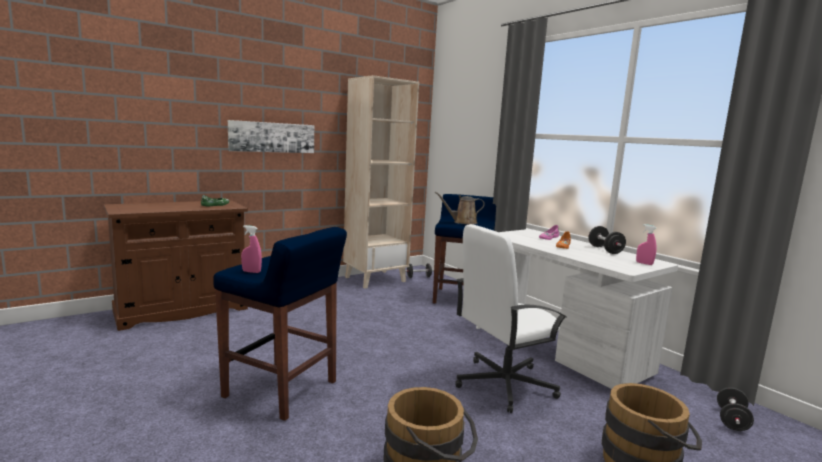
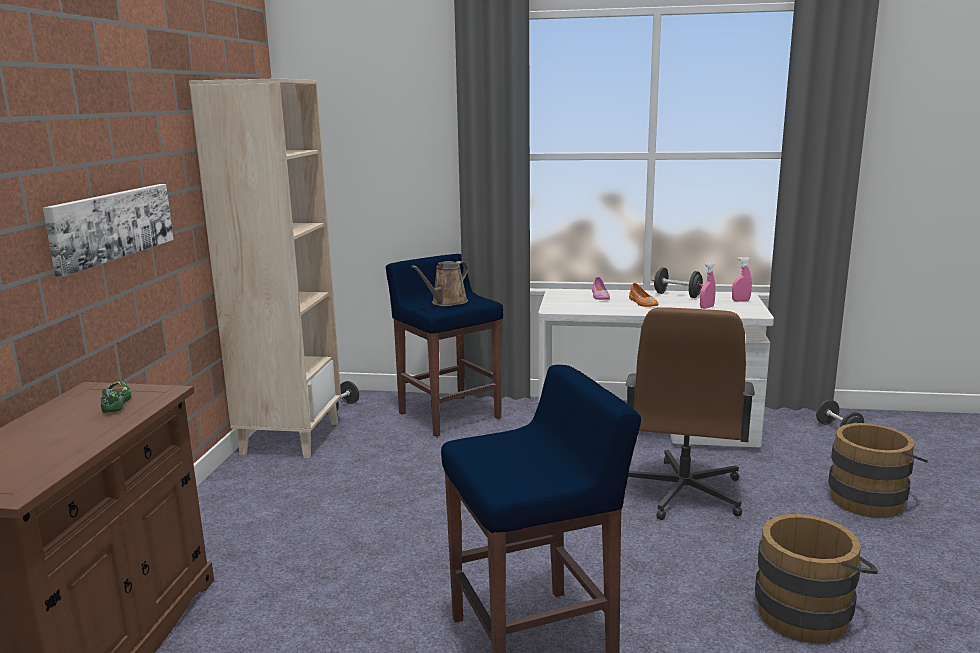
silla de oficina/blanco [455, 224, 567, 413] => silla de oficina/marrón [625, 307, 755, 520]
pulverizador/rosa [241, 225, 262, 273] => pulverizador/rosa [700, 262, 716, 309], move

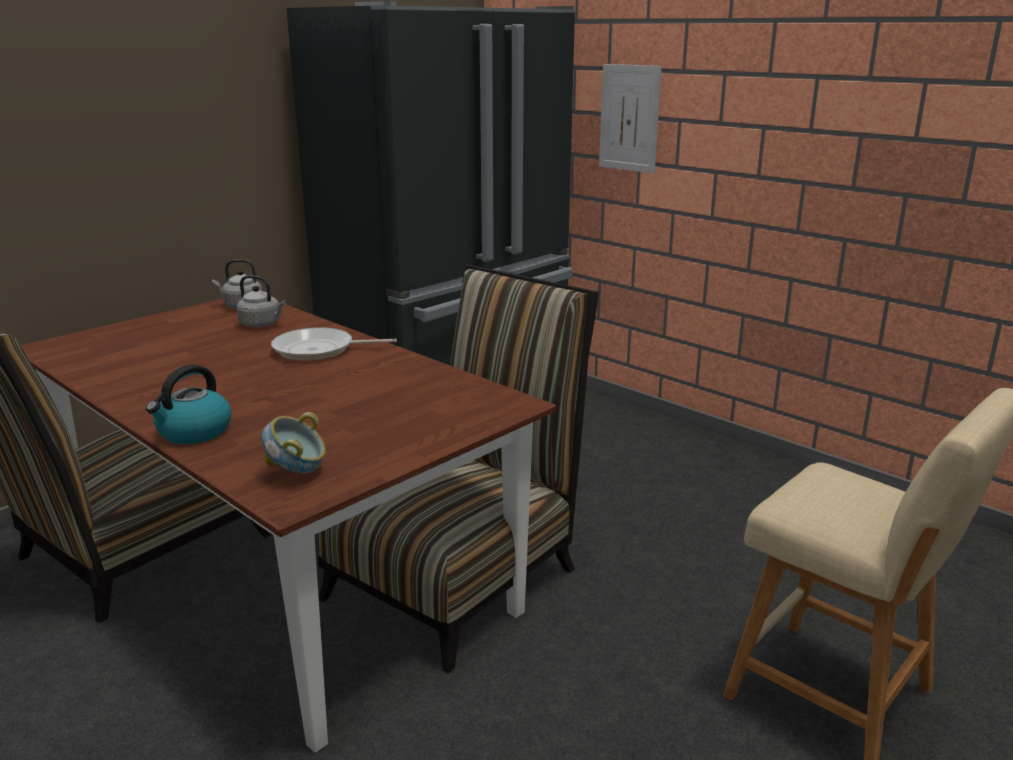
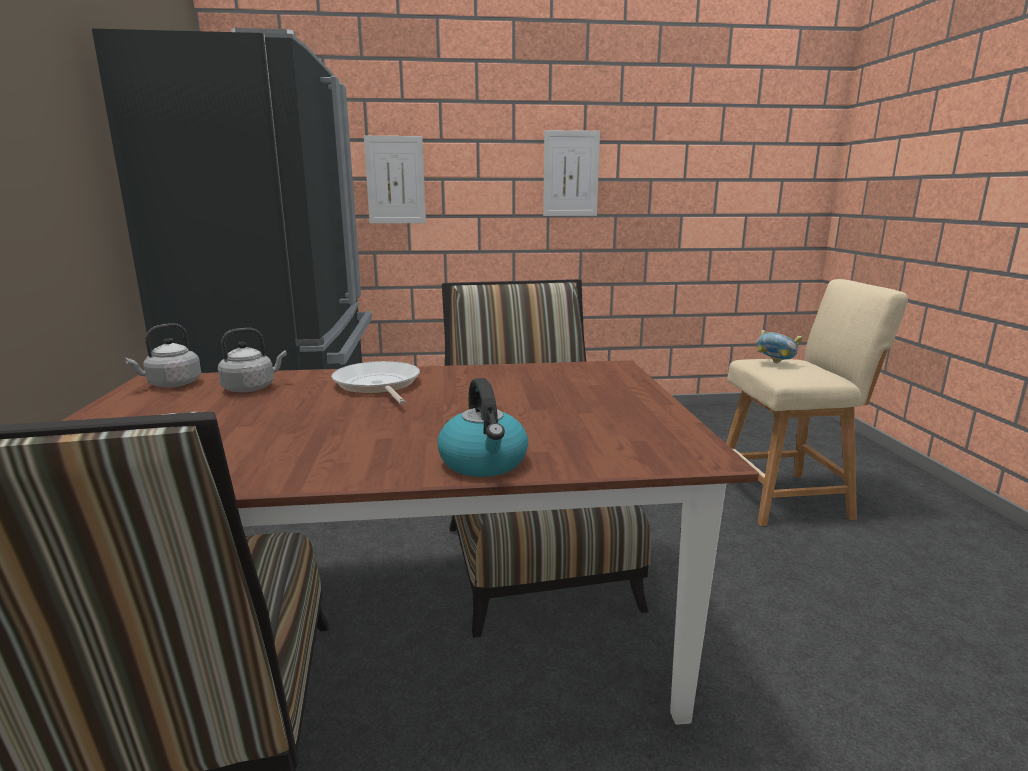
sartén [271, 327, 397, 361] => sartén [331, 361, 420, 404], 120 degrees clockwise
nothing => cuadro [543, 130, 600, 216]
cuenco [261, 412, 326, 474] => cuenco [756, 330, 802, 363], move

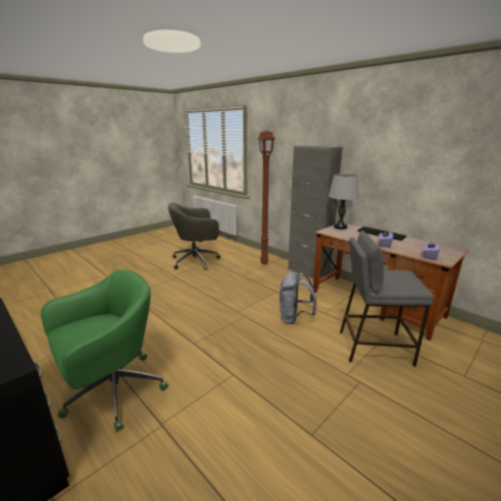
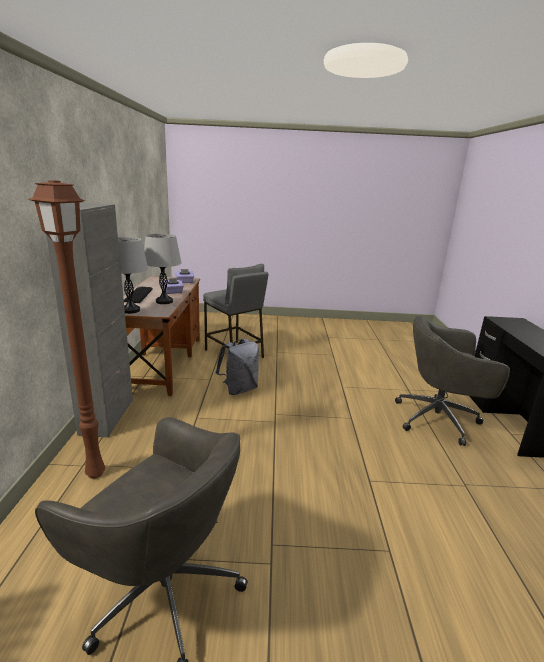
nothing => lámpara de mesa/gris [144, 234, 182, 304]
silla de oficina/verde [41, 270, 168, 431] => silla de oficina/gris [395, 316, 510, 446]

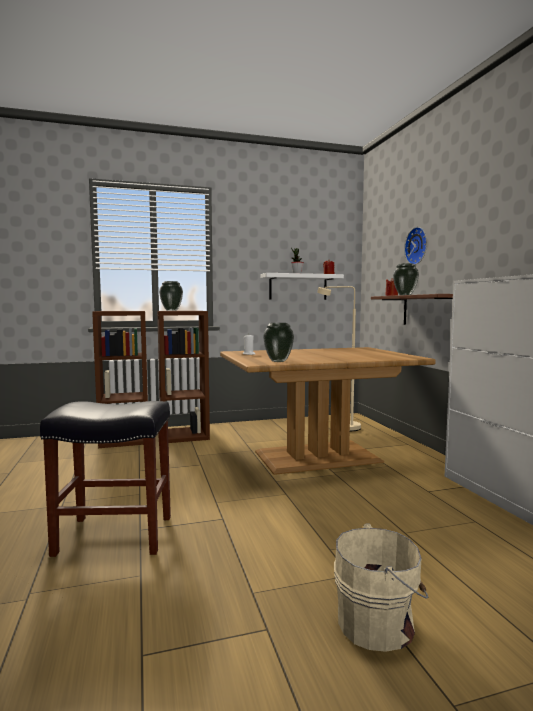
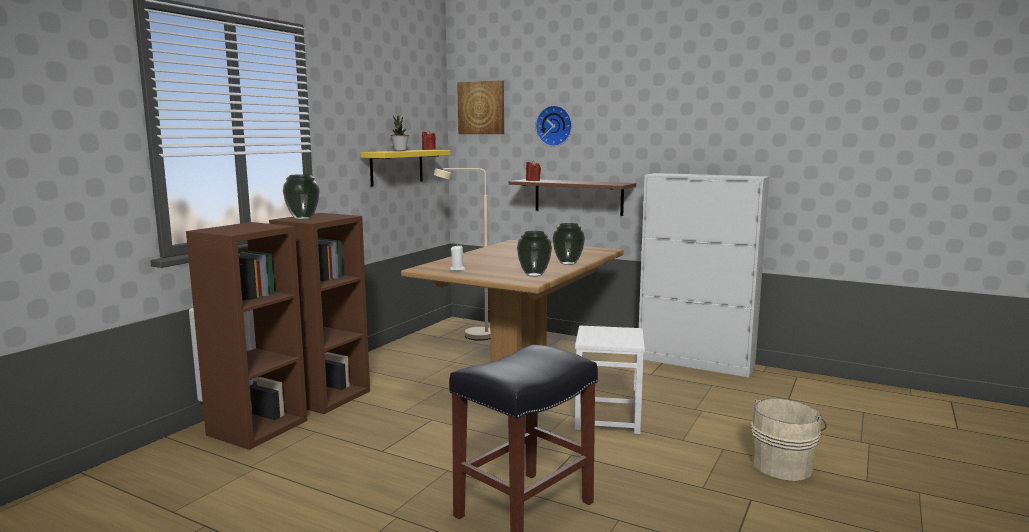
estante/blanco [260, 273, 344, 300] => estante/amarillo [361, 150, 450, 187]
nothing => cuadro [457, 80, 504, 134]
florero [393, 263, 419, 295] => florero [553, 223, 585, 265], move
nothing => taburete/blanco [575, 326, 645, 434]

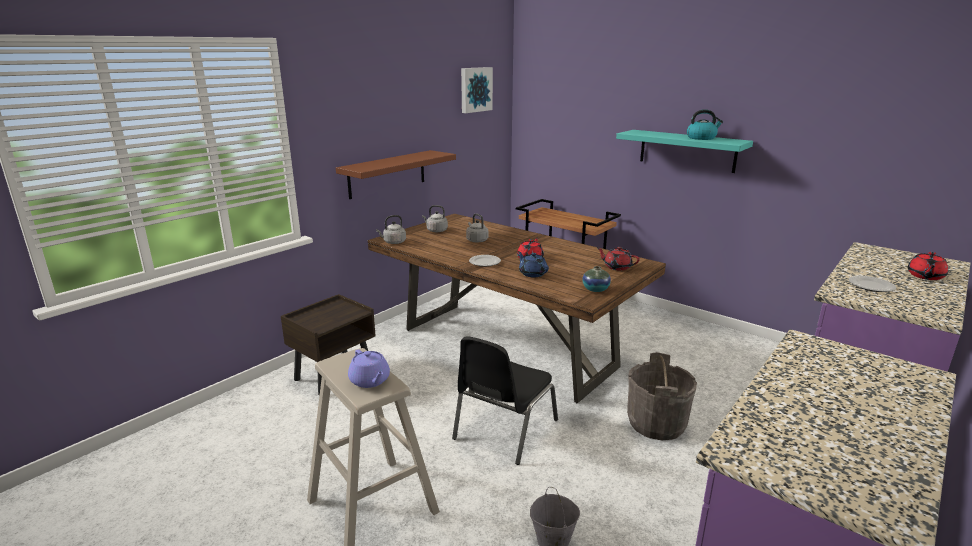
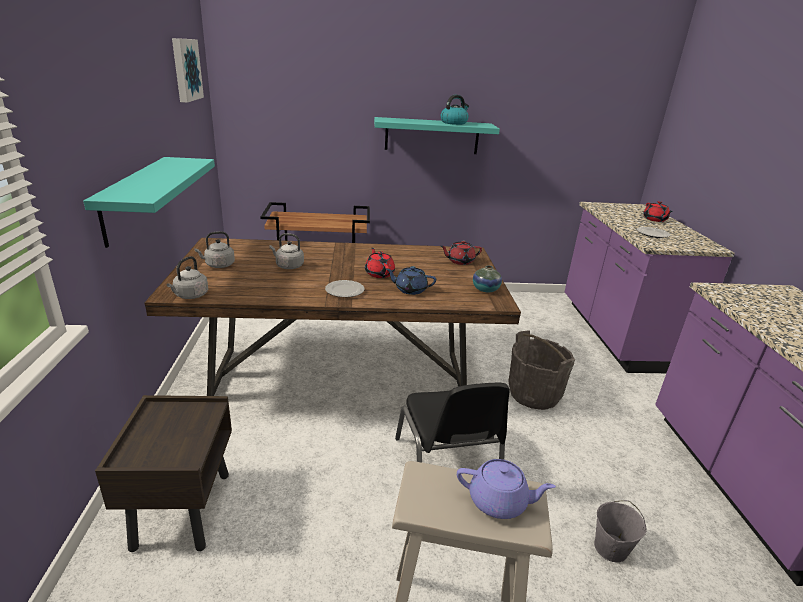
estante/marrón [336, 150, 456, 199] => estante/turquesa [83, 157, 215, 248]

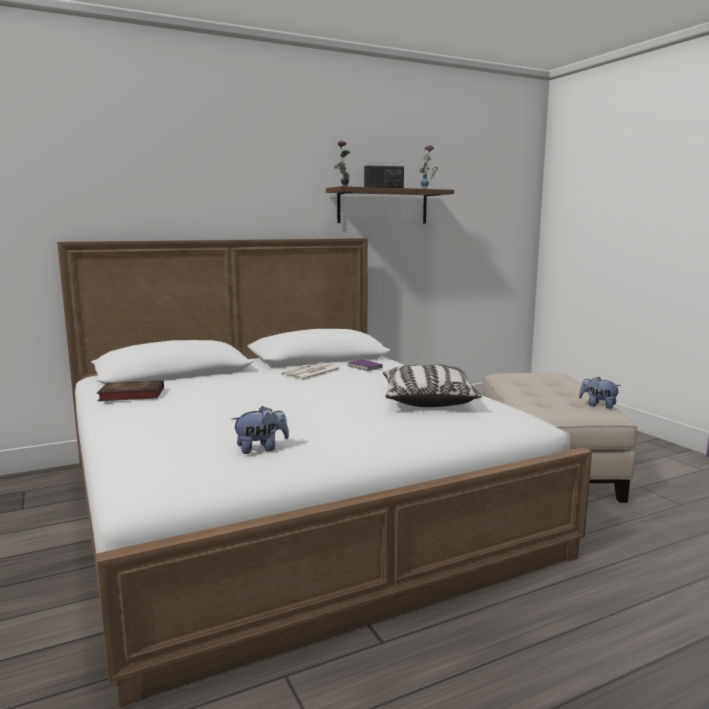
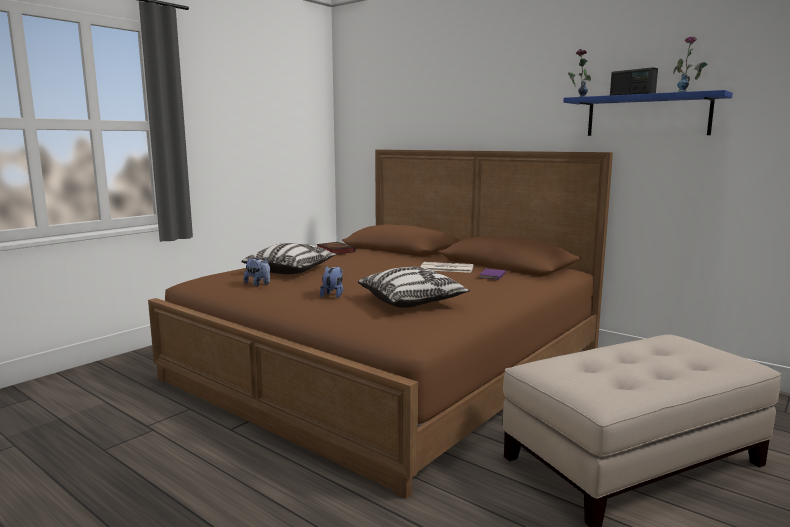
cama/blanco [57, 238, 592, 707] => cama/marrón [148, 149, 613, 499]
nothing => cojín [241, 243, 337, 274]
peluche [579, 377, 621, 409] => peluche [320, 266, 343, 298], move
estante/marrón [326, 186, 454, 223] => estante/azul [563, 90, 733, 136]

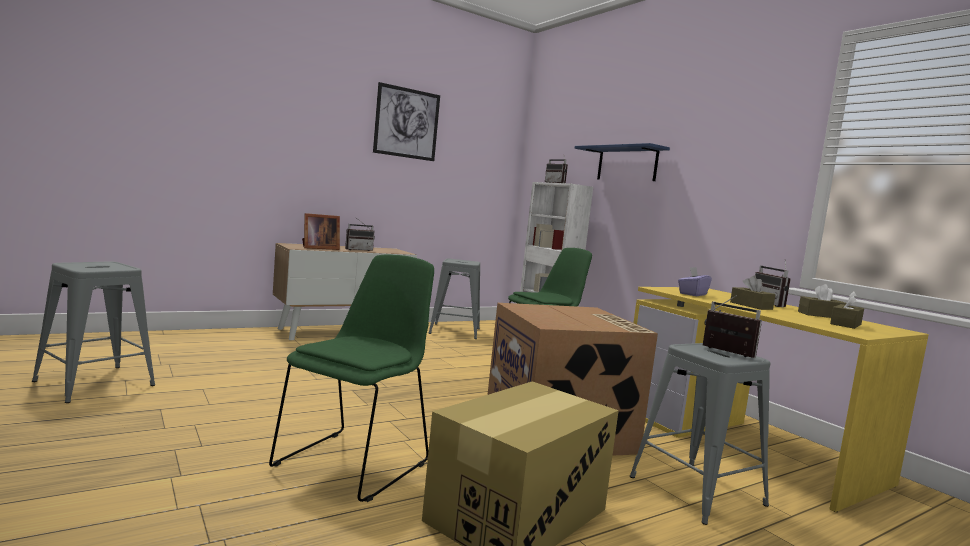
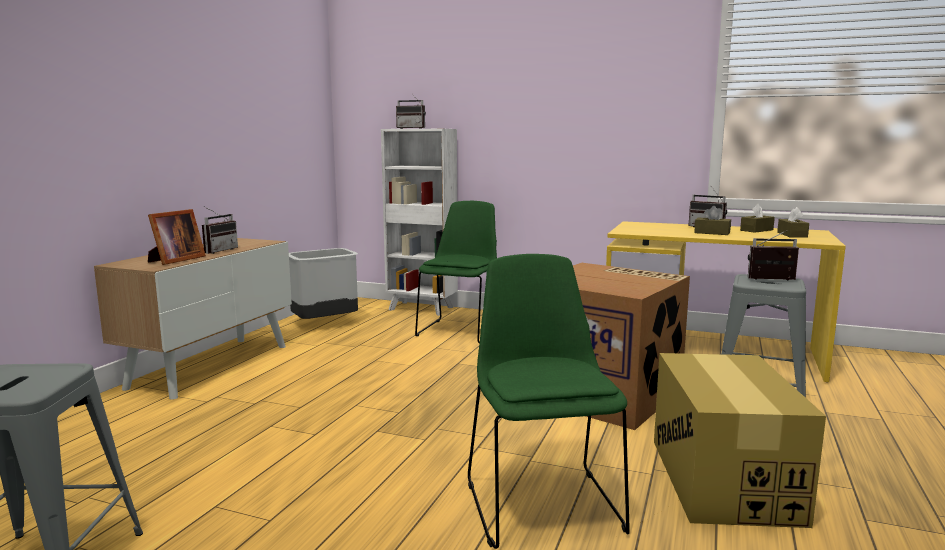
taburete/gris [429, 258, 480, 339] => papelera/gris [289, 248, 358, 319]
cuadro [373, 82, 440, 161] => nothing
estante/azul [575, 143, 670, 181] => nothing
caja de pañuelos/morado [678, 267, 712, 296] => nothing

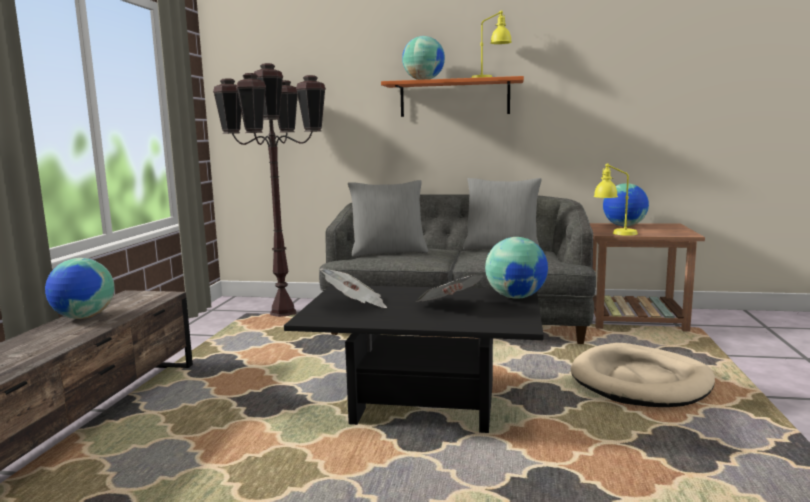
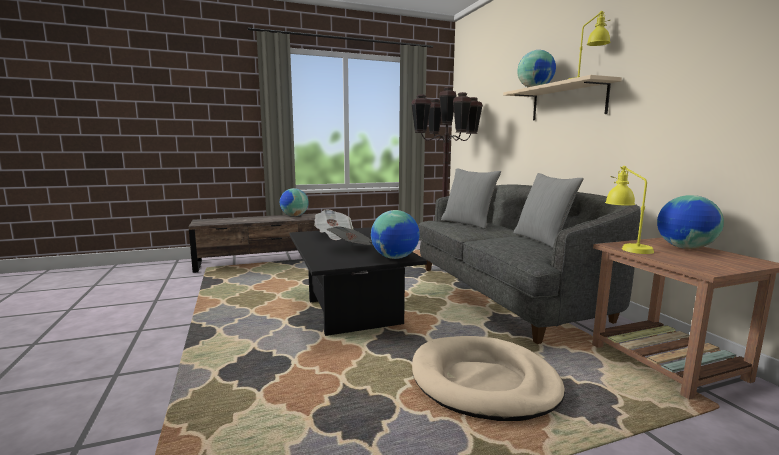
estante/naranja [381, 76, 524, 117] => estante/beis [503, 75, 622, 120]

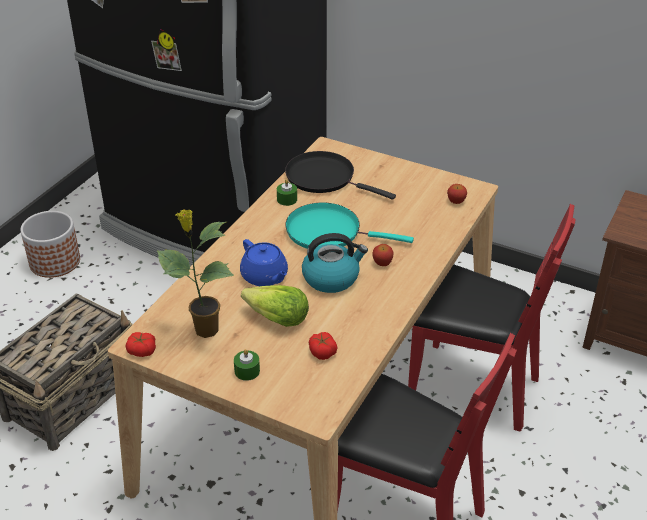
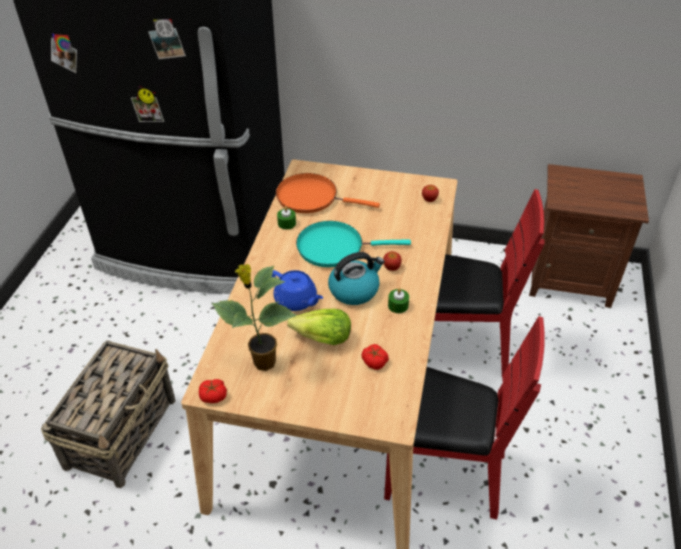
sartén/negro [285, 151, 396, 200] => sartén/naranja [276, 173, 380, 213]
vela/verde [234, 349, 260, 381] => vela/verde [388, 288, 409, 313], move
maceta [20, 211, 80, 278] => nothing

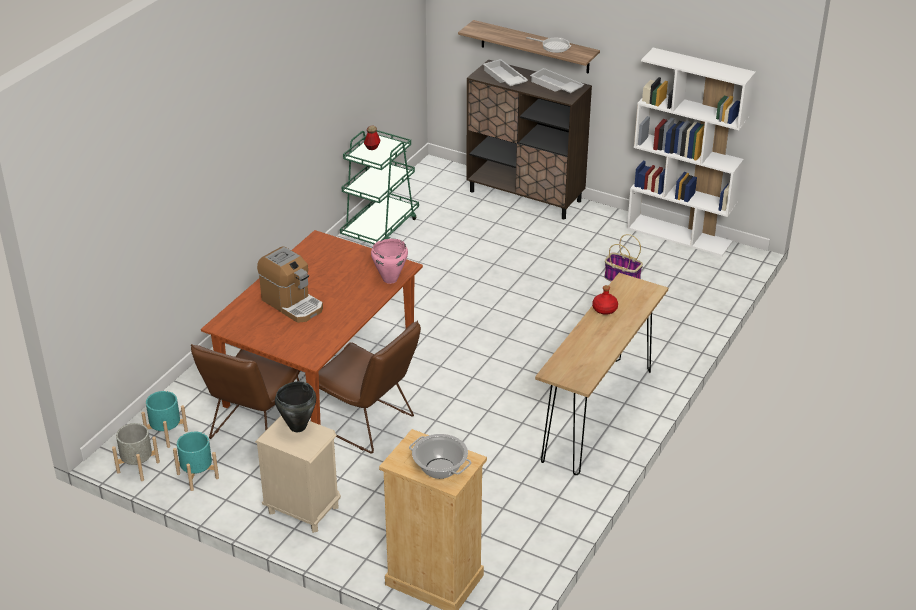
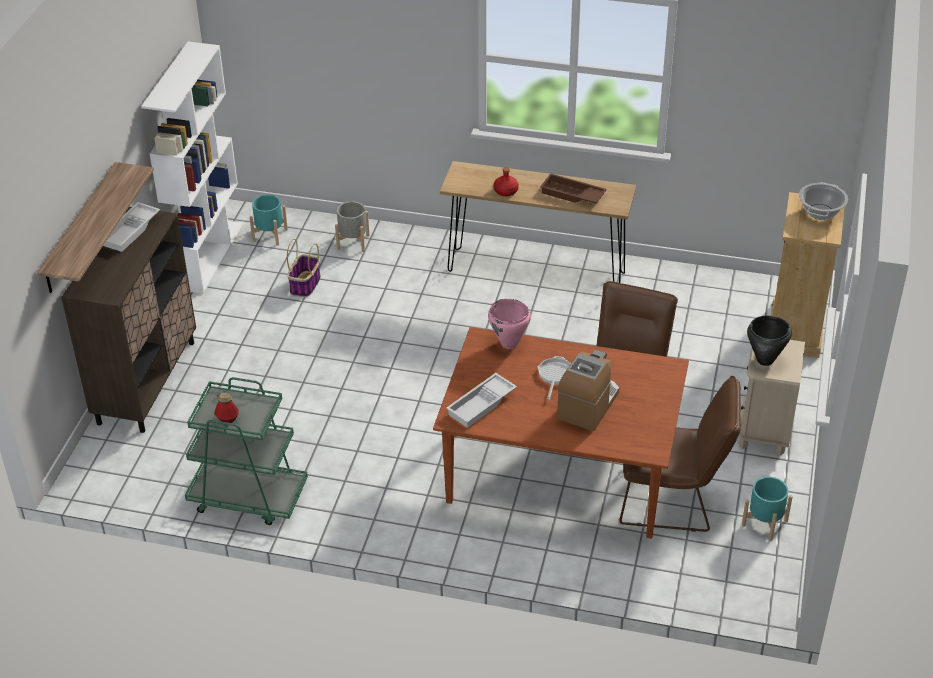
maceta/turquesa [141, 391, 188, 448] => maceta/turquesa [249, 195, 288, 246], move
maceta/gris [112, 423, 160, 481] => maceta/gris [335, 201, 370, 252], move
bandeja/blanco [483, 59, 528, 86] => bandeja/blanco [446, 373, 517, 428], move
sartén [526, 37, 571, 53] => sartén [537, 356, 571, 400], move
nothing => bandeja/marrón [540, 173, 607, 204]

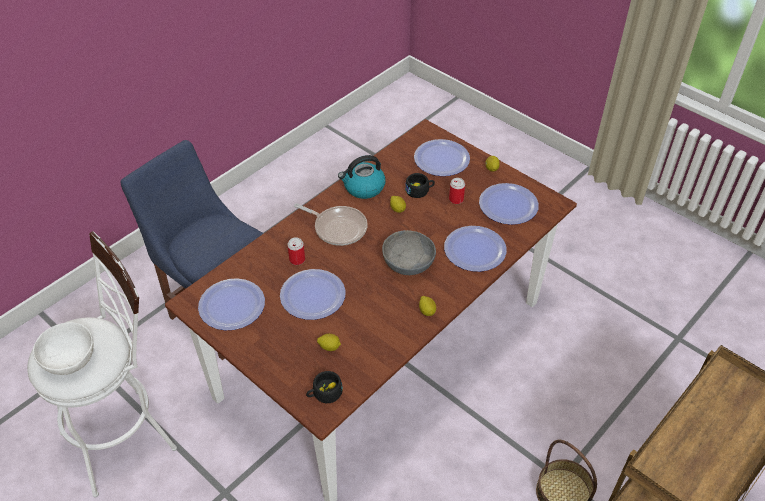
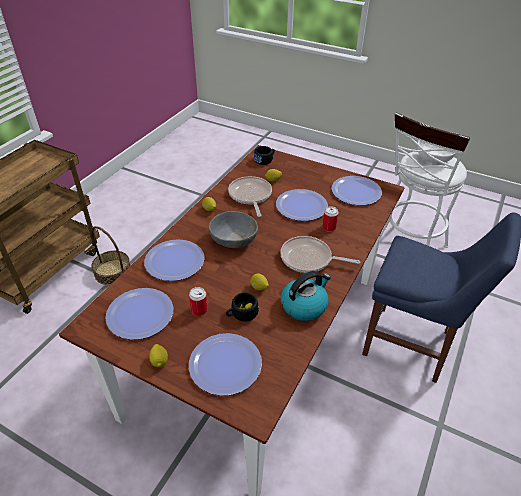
nothing => sartén [228, 176, 272, 217]

